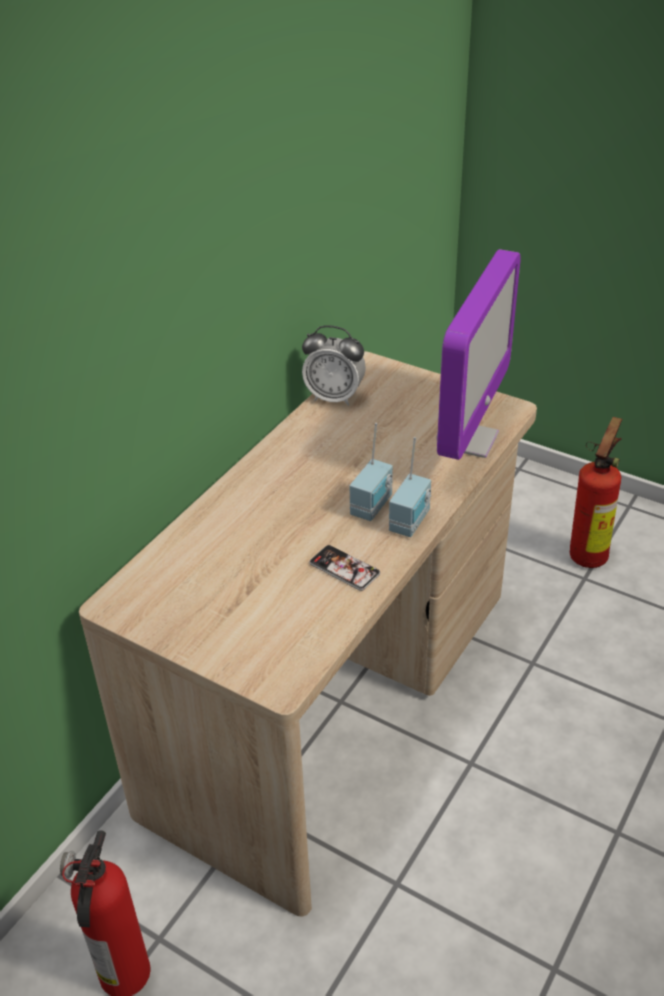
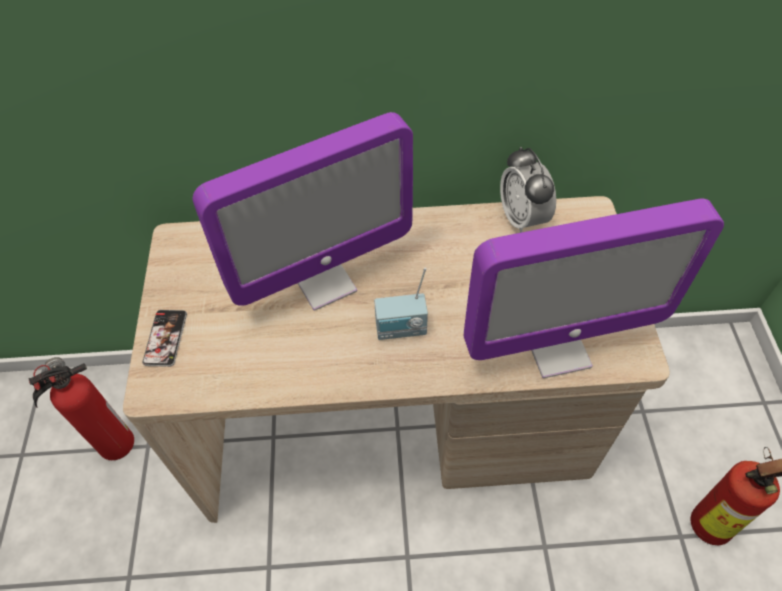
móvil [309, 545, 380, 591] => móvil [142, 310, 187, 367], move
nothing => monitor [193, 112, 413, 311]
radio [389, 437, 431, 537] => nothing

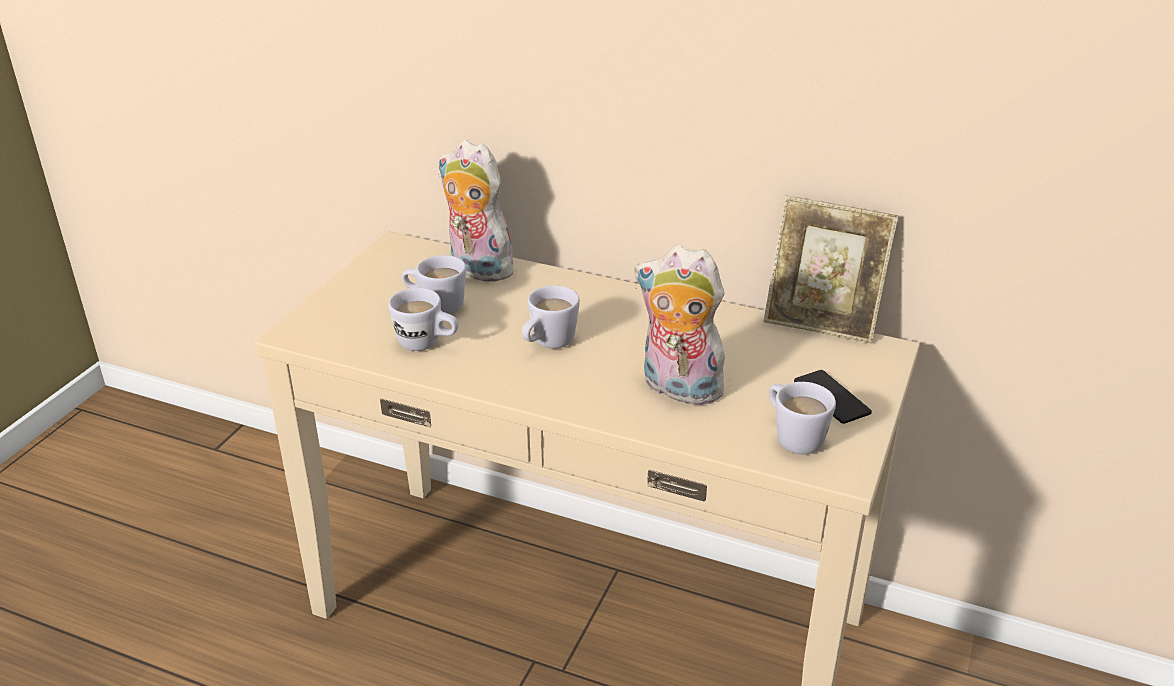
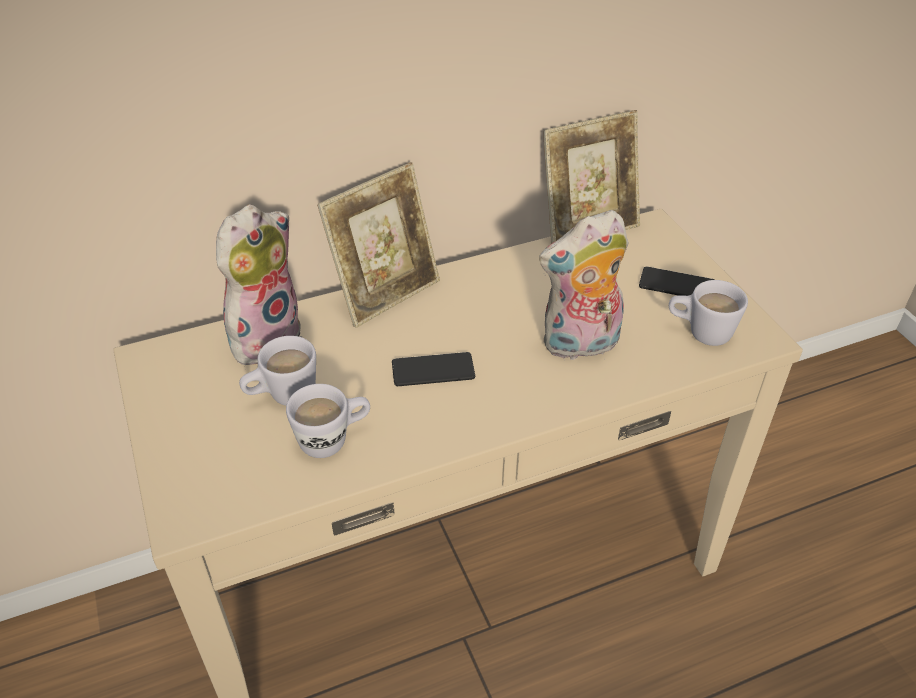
peluche [438, 140, 522, 282] => peluche [216, 205, 302, 365], 135 degrees clockwise
nothing => portarretratos [317, 162, 440, 328]
taza grande/blanco [522, 285, 580, 349] => móvil [392, 352, 475, 386]

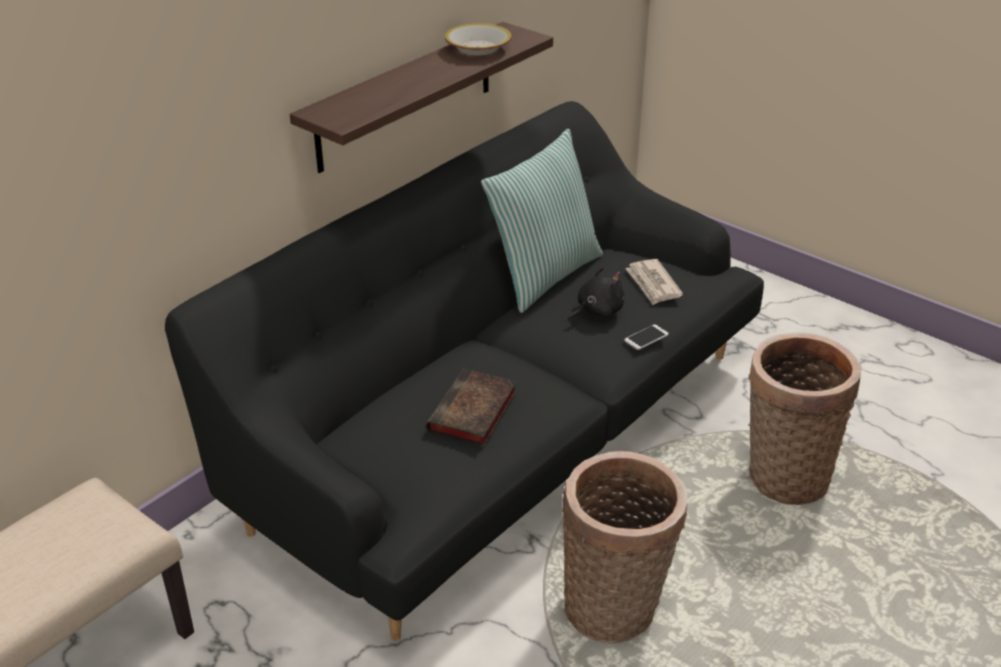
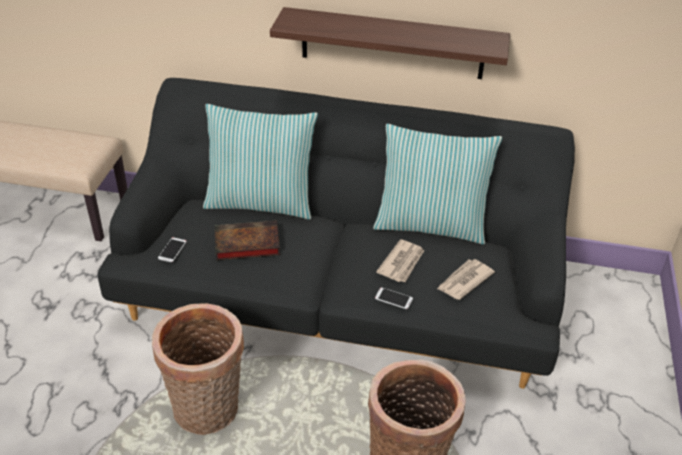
nothing => móvil [158, 237, 186, 262]
nothing => cojín [203, 104, 318, 220]
peluche/negro [567, 266, 625, 322] => periódico [376, 239, 424, 282]
cuenco [445, 23, 512, 56] => nothing

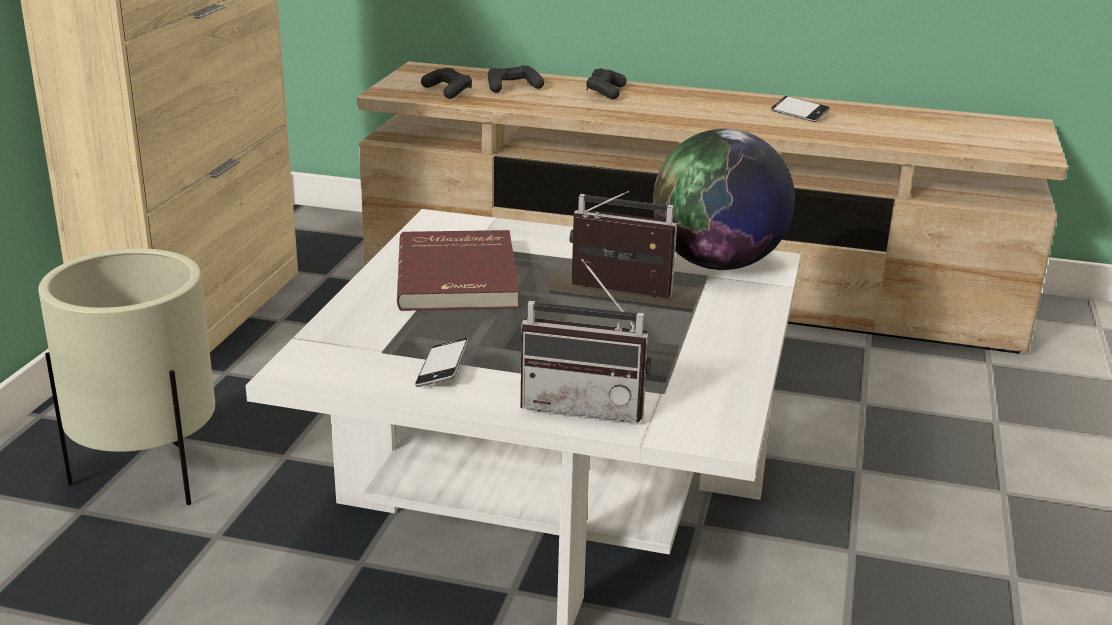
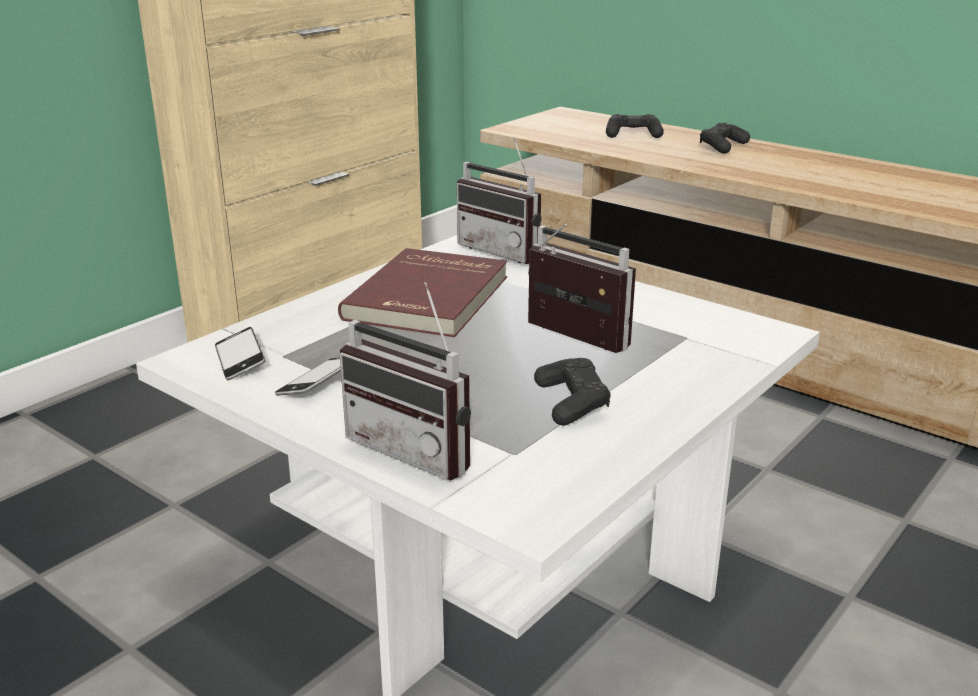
móvil [771, 96, 830, 122] => móvil [215, 327, 266, 380], move
nothing => radio [457, 137, 542, 264]
mando de consola/negro [421, 68, 472, 99] => mando de consola/negro [534, 358, 611, 426], move
maceta/beis [38, 248, 215, 506] => nothing
globo terráqueo [653, 129, 795, 270] => nothing

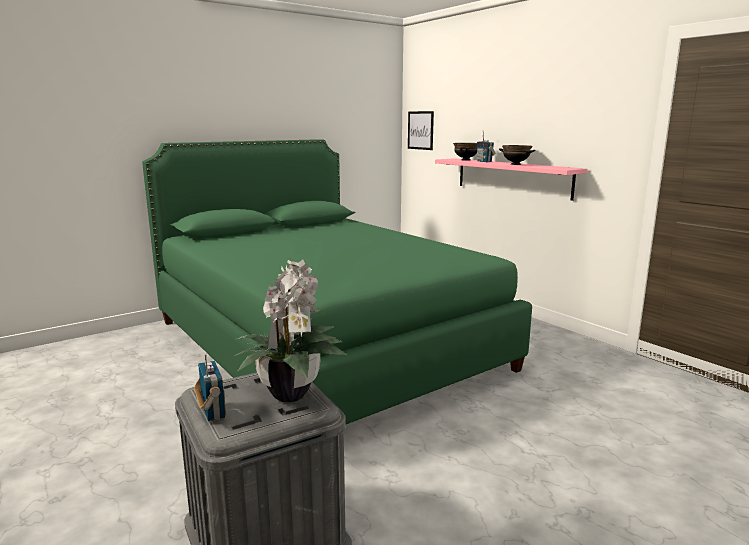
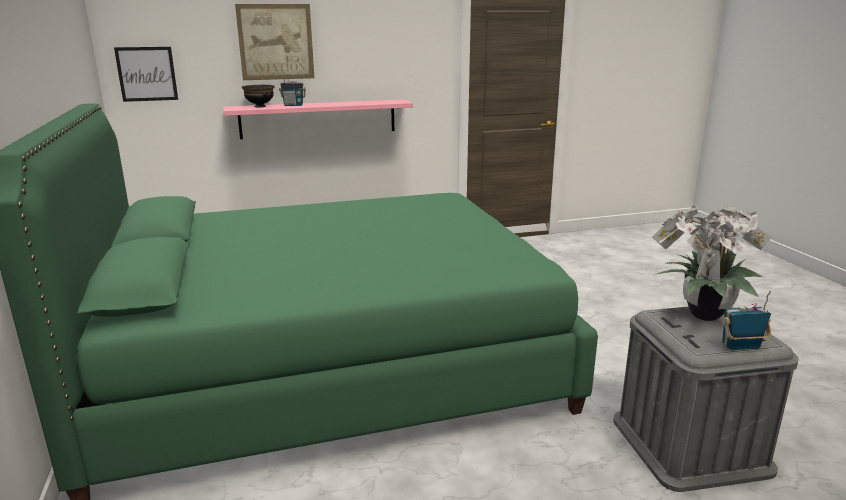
nothing => cuadro [235, 4, 314, 80]
cuenco/negro [499, 145, 536, 165] => nothing

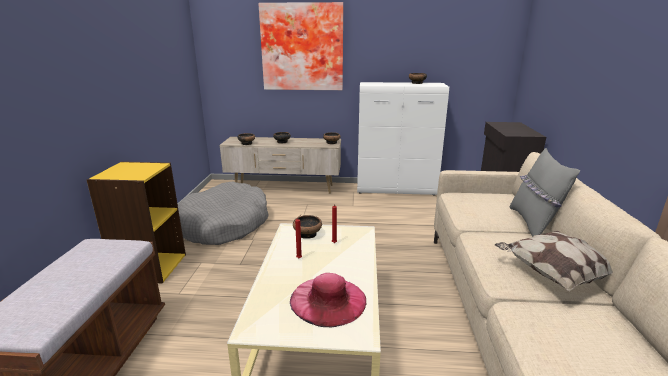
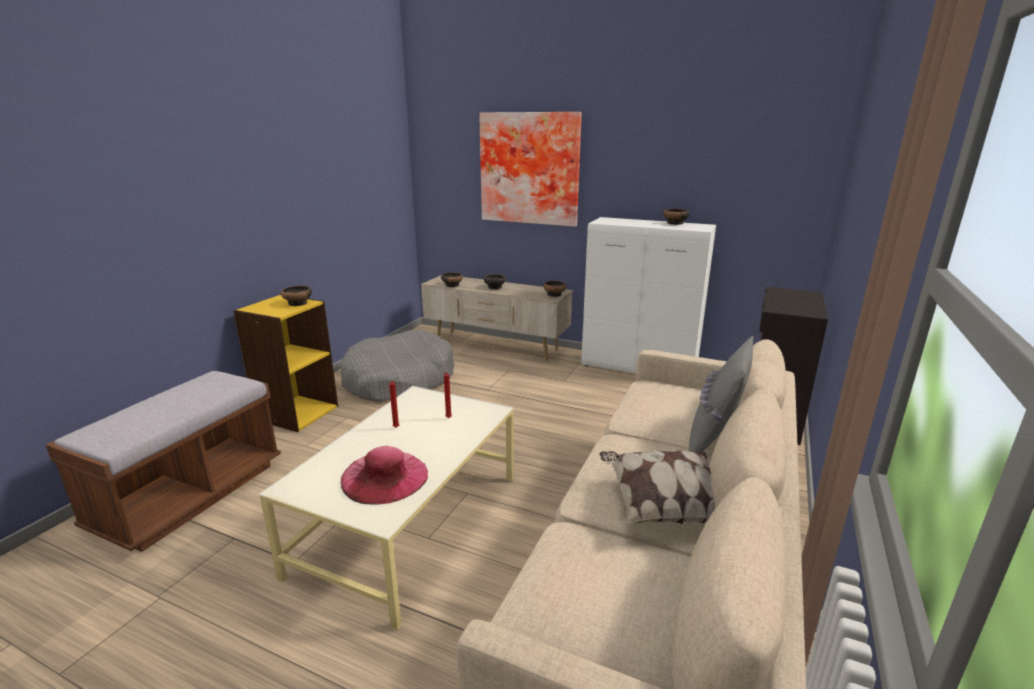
cuenco [293, 215, 322, 239] => cuenco [281, 286, 312, 306], move

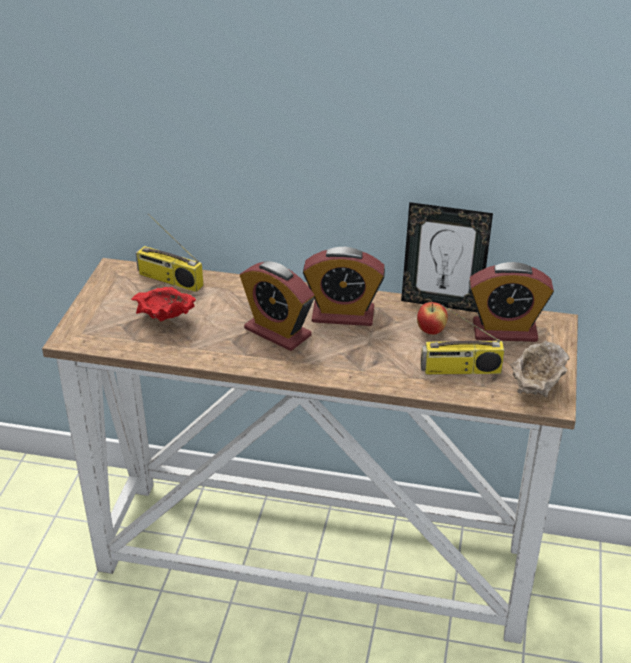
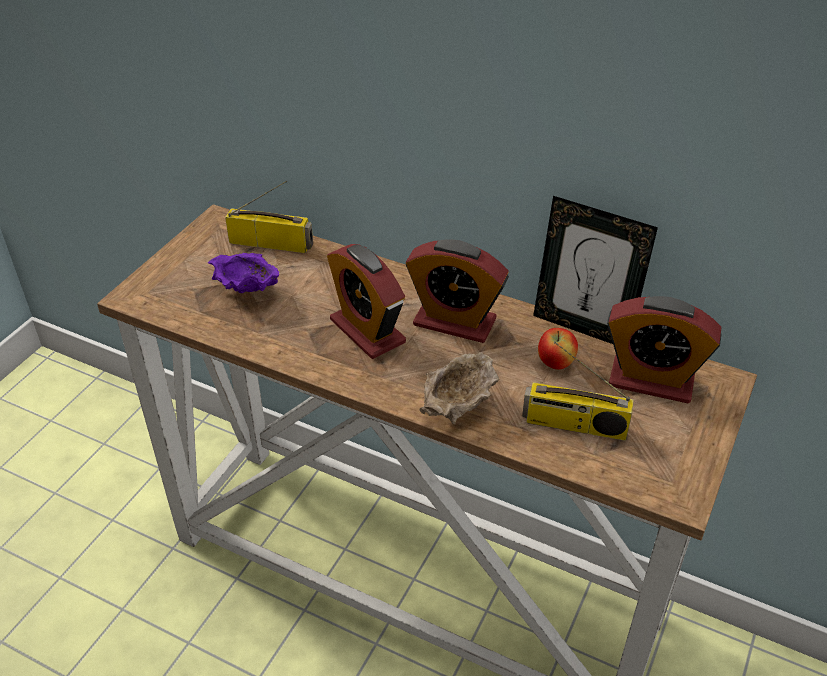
cuenco/rojo [131, 287, 196, 321] => cuenco/morado [207, 253, 279, 293]
radio [136, 213, 204, 292] => radio [225, 180, 313, 253], 150 degrees clockwise
cuenco/beis [510, 341, 570, 397] => cuenco/beis [419, 352, 499, 425], move

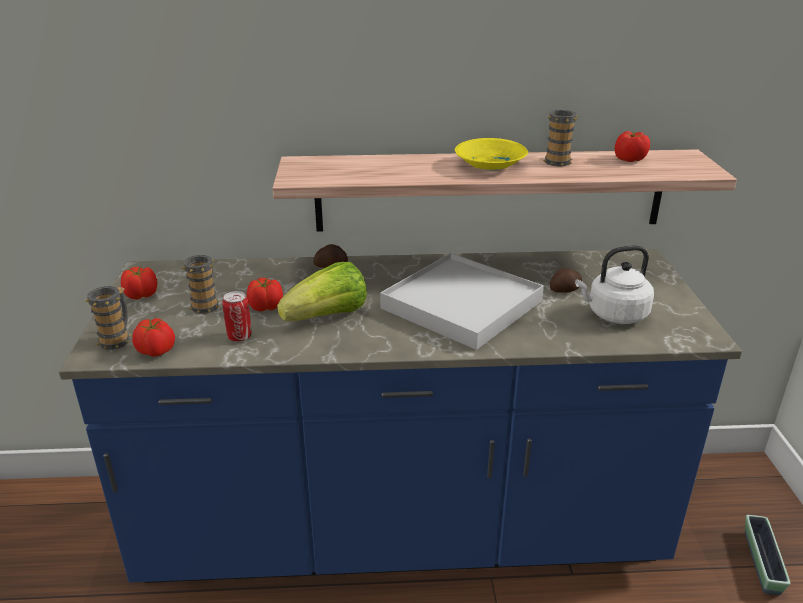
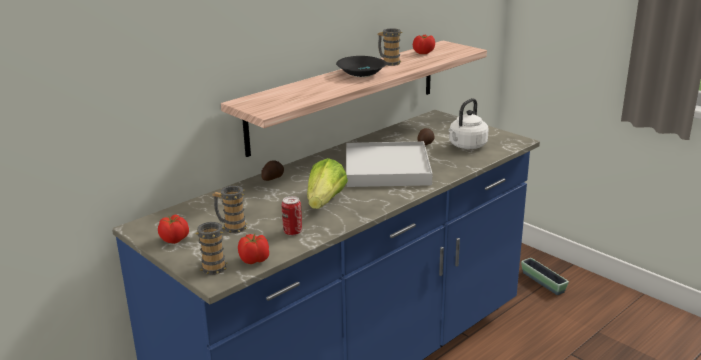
cuenco/amarillo [455, 138, 528, 171] => cuenco/negro [336, 56, 387, 77]
tomate [247, 277, 283, 312] => nothing

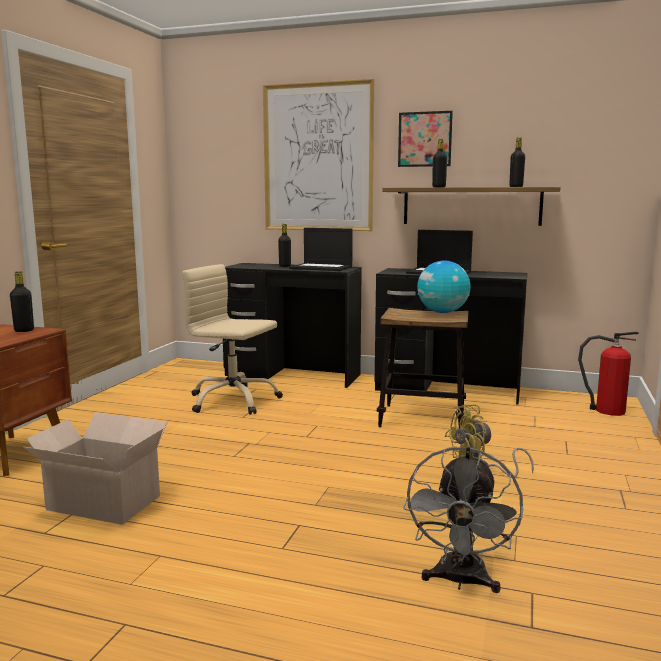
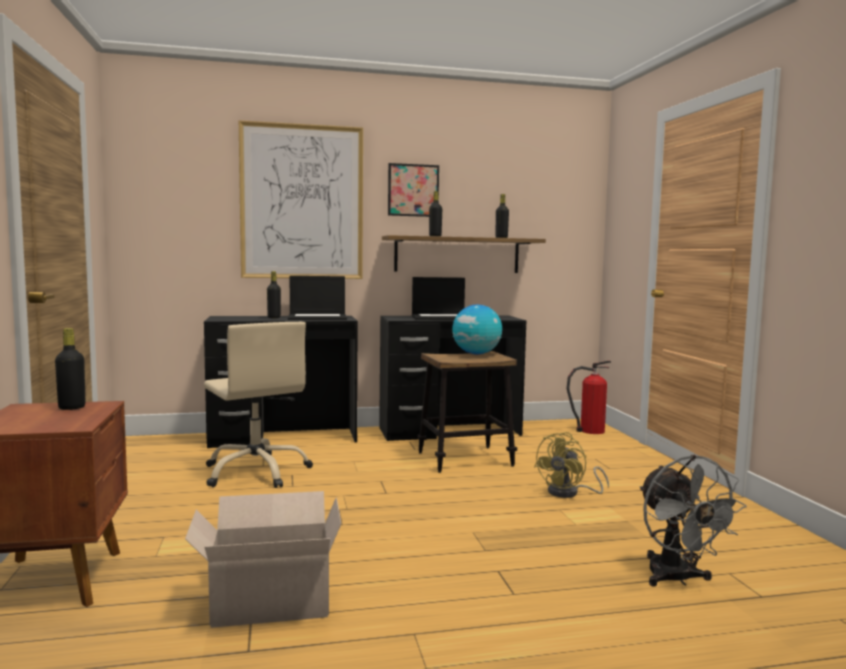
silla de oficina/beis [182, 264, 283, 415] => silla de oficina/beis [204, 322, 313, 488], 120 degrees counterclockwise

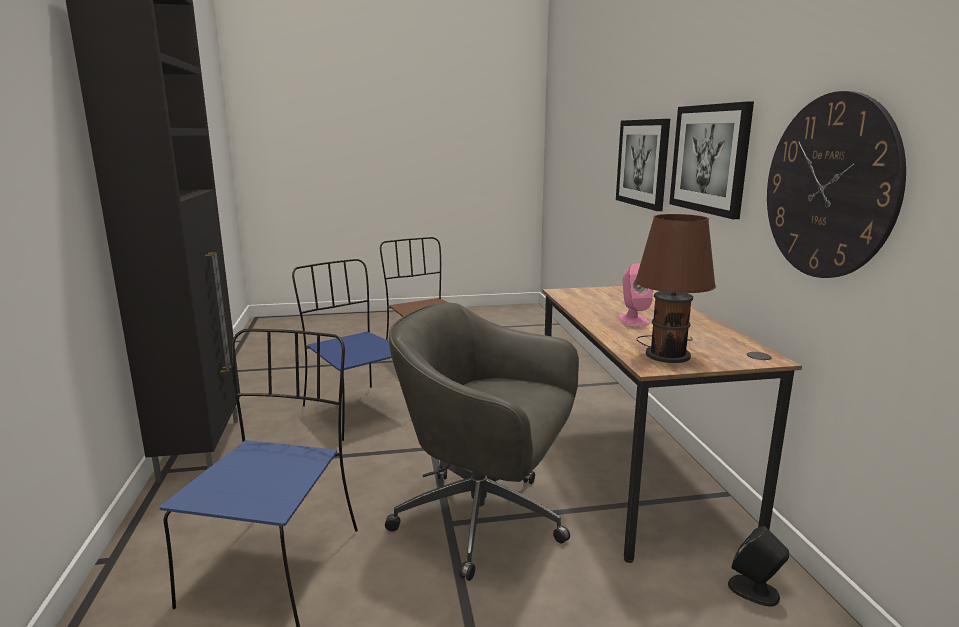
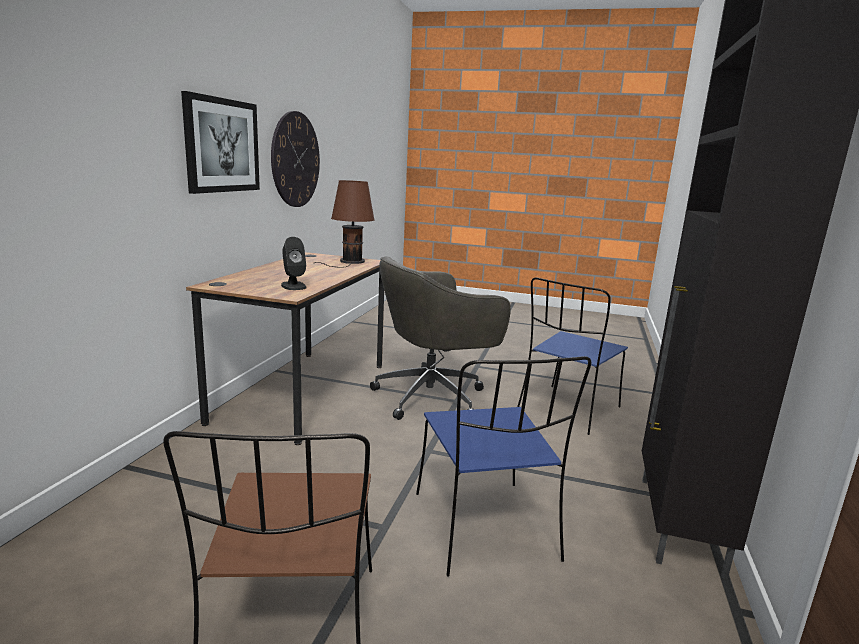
altavoz/negro [728, 526, 789, 607] => altavoz/negro [281, 237, 306, 290], move
silla de oficina/gris [385, 303, 579, 581] => silla de oficina/gris [370, 256, 511, 420], 105 degrees clockwise
cuadro [616, 119, 670, 211] => nothing
altavoz/rosa [618, 263, 653, 327] => nothing

